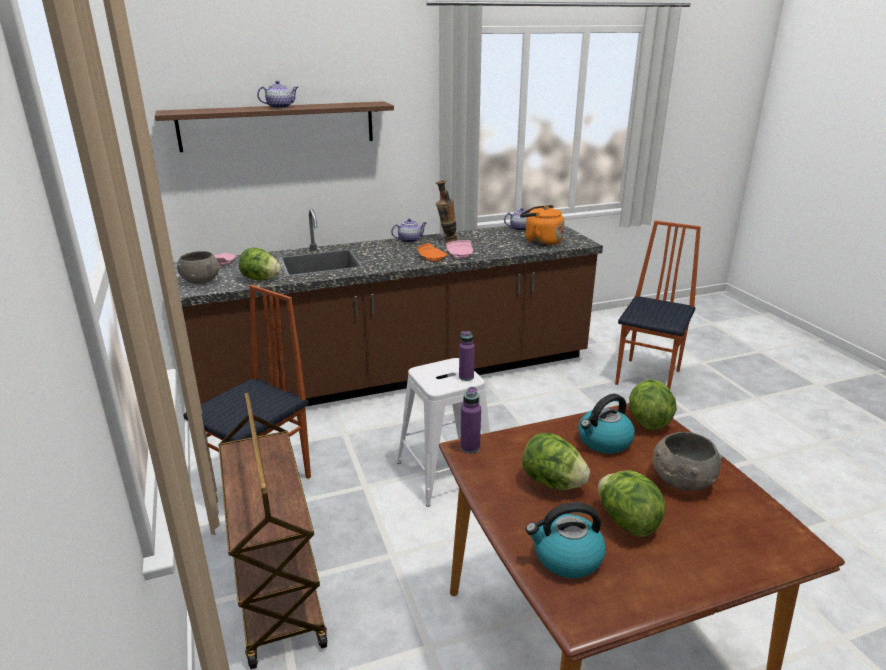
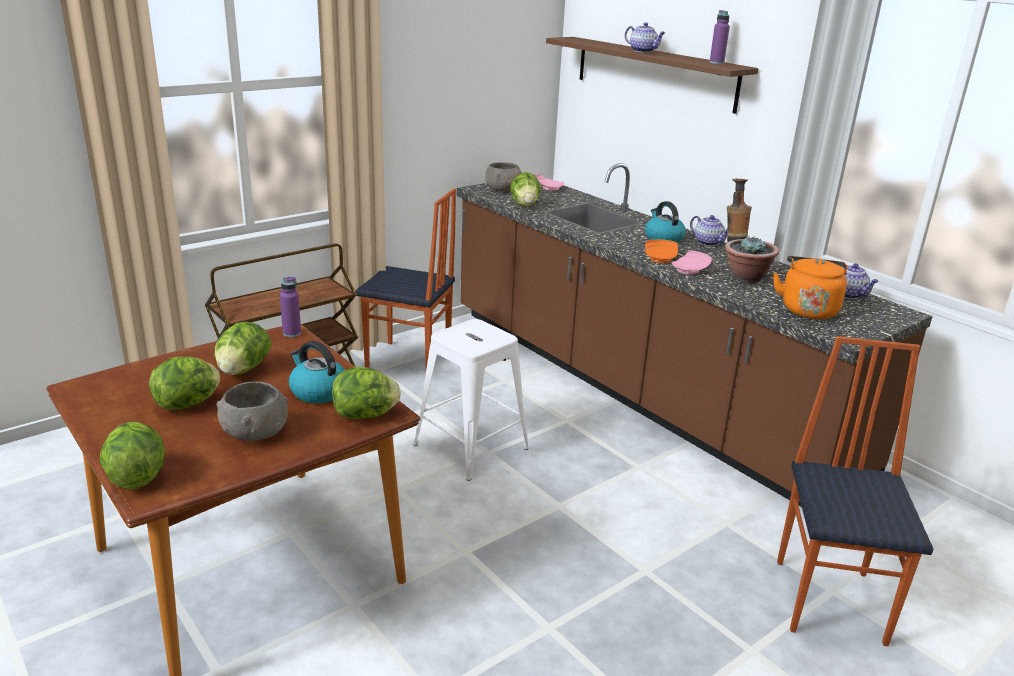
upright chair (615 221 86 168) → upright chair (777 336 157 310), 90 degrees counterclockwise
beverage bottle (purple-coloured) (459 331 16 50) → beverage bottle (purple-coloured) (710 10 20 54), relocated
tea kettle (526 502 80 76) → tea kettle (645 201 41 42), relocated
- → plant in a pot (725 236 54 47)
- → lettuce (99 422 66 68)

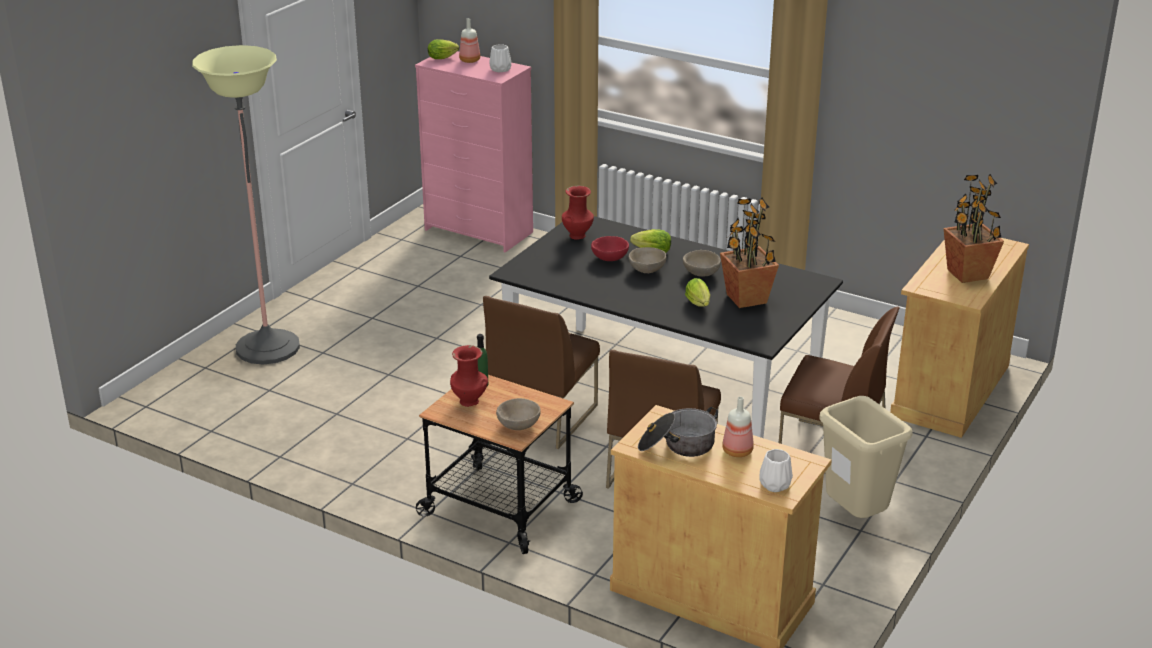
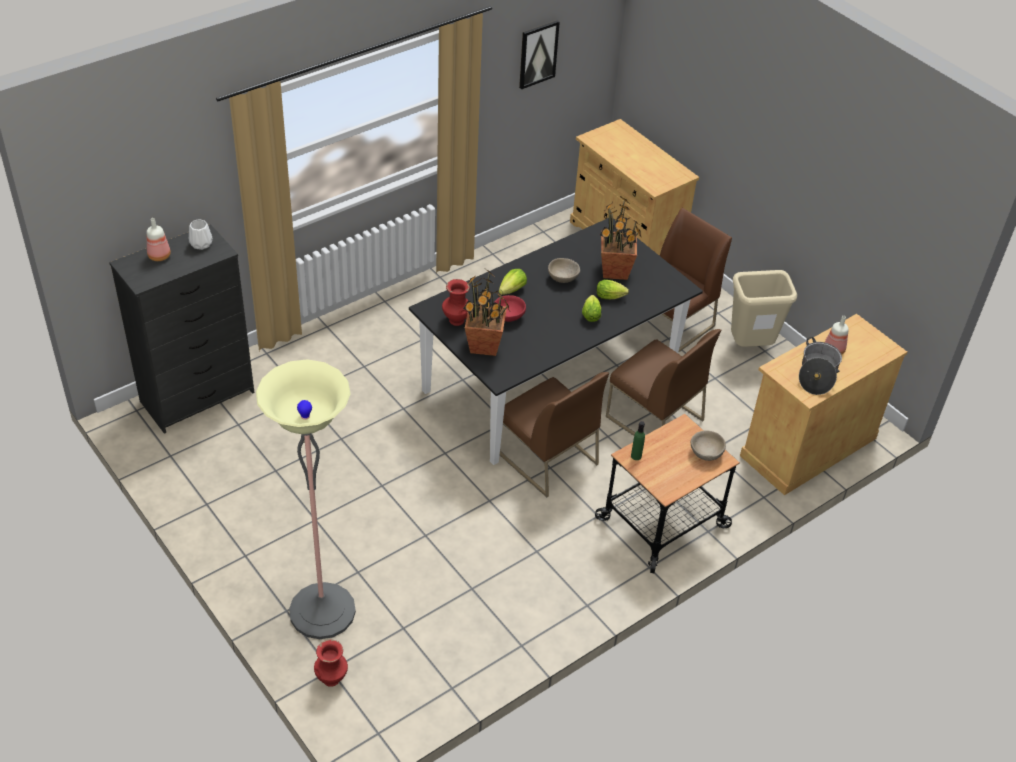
lettuce (428 39 31 20) → lettuce (582 295 19 27), relocated
chest of drawers (pink) (415 51 118 201) → chest of drawers (black) (109 224 145 210)
plant in a pot (944 174 60 109) → plant in a pot (463 270 47 86), relocated
bowl (sand-coloured) (629 247 38 26) → -
vase (red) (450 345 38 62) → vase (red) (314 640 34 47), relocated
vase (whitish) (760 449 33 43) → -
- → wall picture (519 20 41 69)

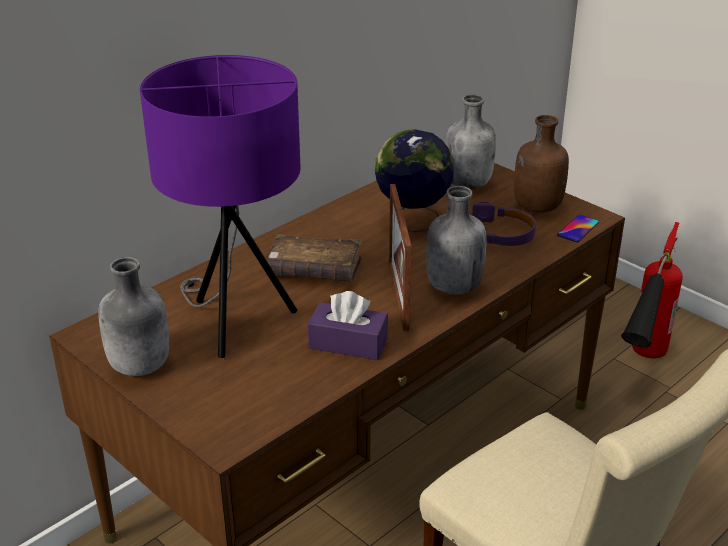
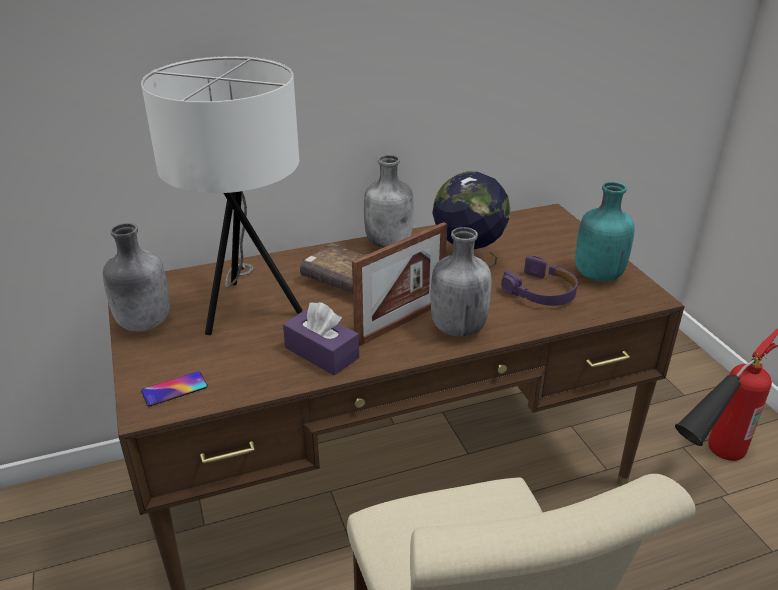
tabletop lamp (purple-coloured) (140 55 161 303) → tabletop lamp (whitish) (141 56 162 279)
beverage bottle (gray) (445 94 51 95) → beverage bottle (gray) (364 155 50 93), relocated
beverage bottle (brownish) (514 115 55 98) → beverage bottle (blue-green) (575 182 60 99)
picture frame (389 184 23 147) → picture frame (352 222 95 124), 150 degrees counterclockwise
handset (557 215 42 27) → handset (141 371 67 36), relocated

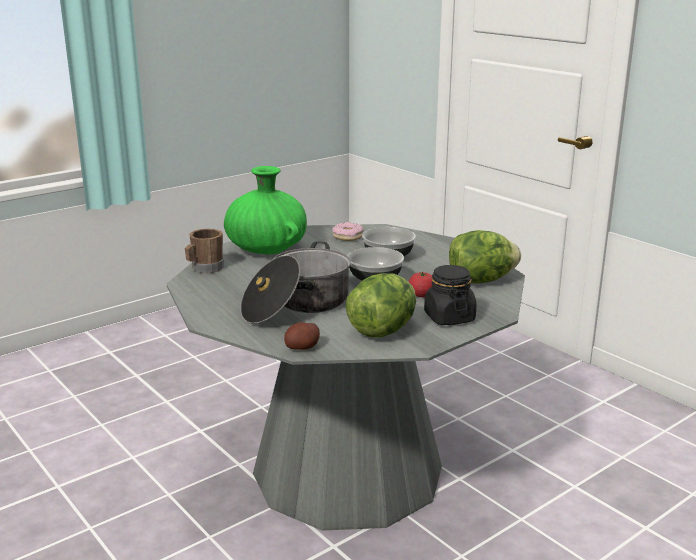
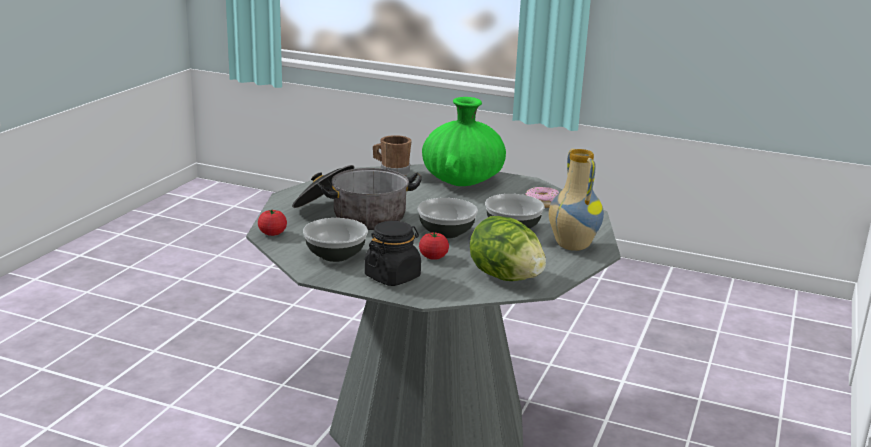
lettuce (346 273 70 64) → bowl (303 218 65 44)
potato (284 322 36 28) → whole tomato (258 209 29 27)
- → vase (549 149 55 102)

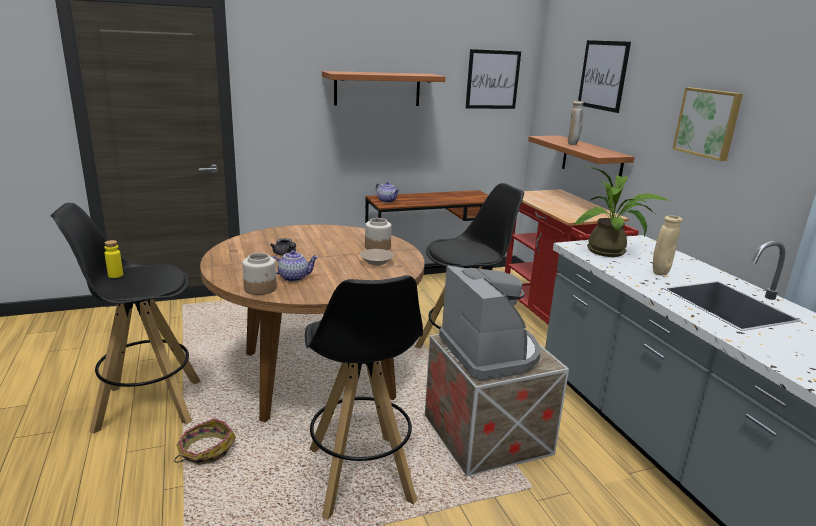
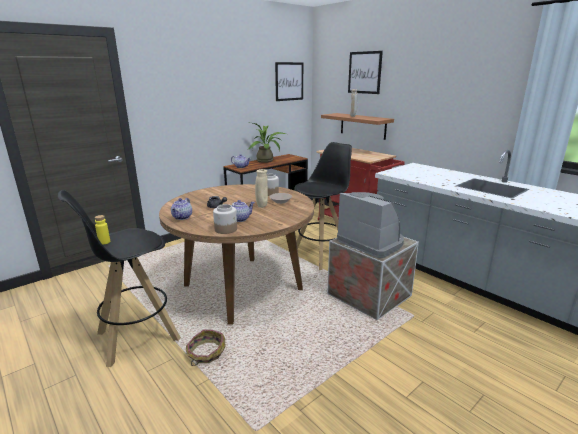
shelf (322 71 124 35) → -
wall picture (673 87 70 74) → -
plant in a pot (574 166 96 91) → plant in a pot (249 123 37 40), relocated
vase (sand-coloured) (653 215 30 61) → vase (sand-coloured) (255 169 13 39), relocated
sitting stool (black) (305 275 118 245) → -
- → tea pot (171 198 21 22)

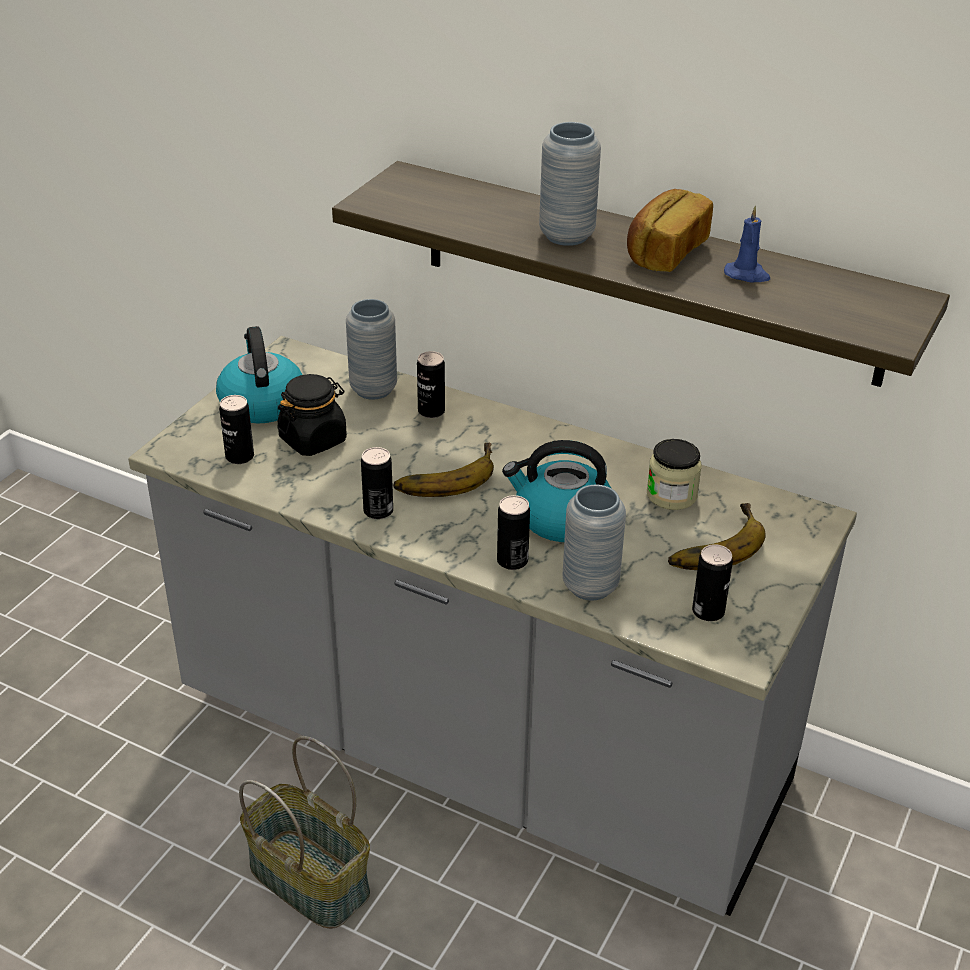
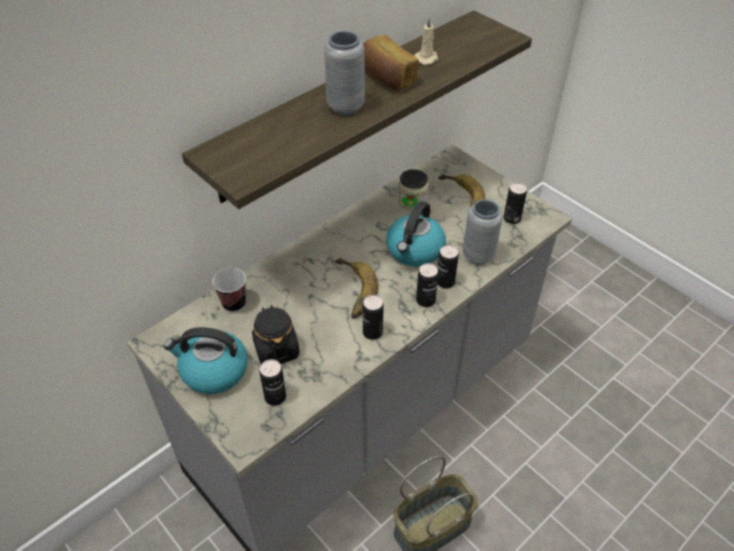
wax candle (blue) (724 205 46 78) → wax candle (sand-coloured) (414 17 25 48)
vase (gray) (346 299 51 101) → cup (212 268 34 44)
metal can (417 351 28 67) → metal can (416 263 22 44), relocated

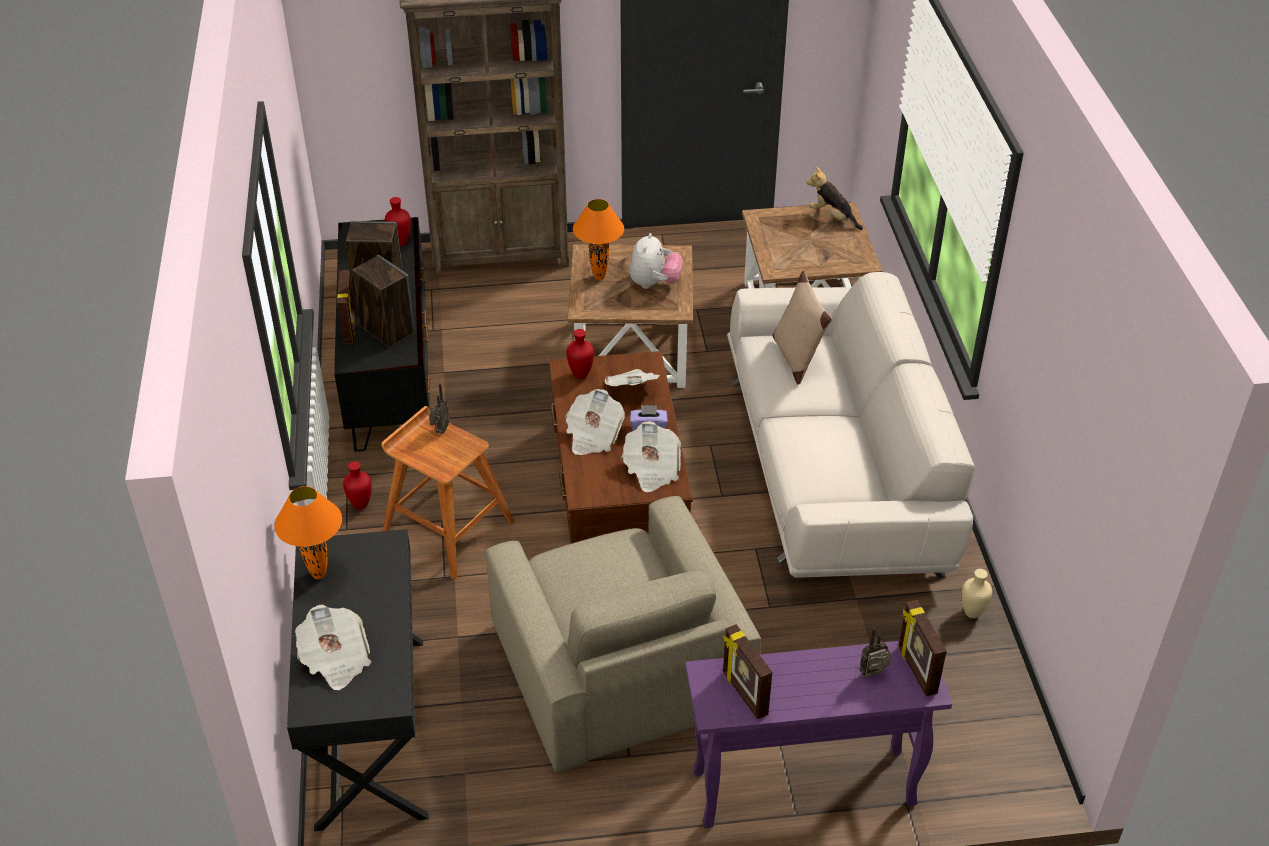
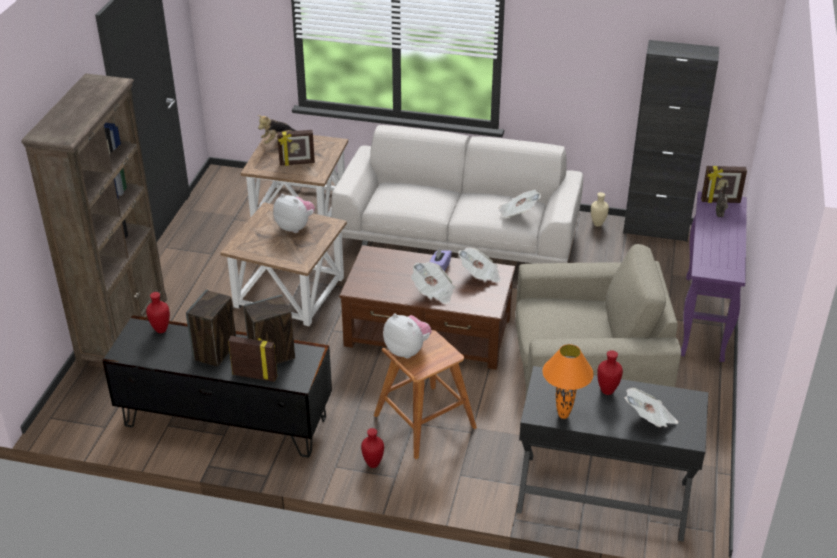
tabletop lamp (orange-coloured) (573 199 51 81) → -
throw pillow (sand-coloured) (773 271 59 114) → -
vase (red) (566 329 28 50) → vase (red) (597 350 26 45), relocated
newspaper (605 369 55 17) → newspaper (498 190 43 28), relocated
radio receiver (429 383 20 51) → plush toy (383 314 49 44)
picture frame (723 624 49 95) → picture frame (277 130 38 36), relocated
- → storage cabinet (black) (623 40 96 202)

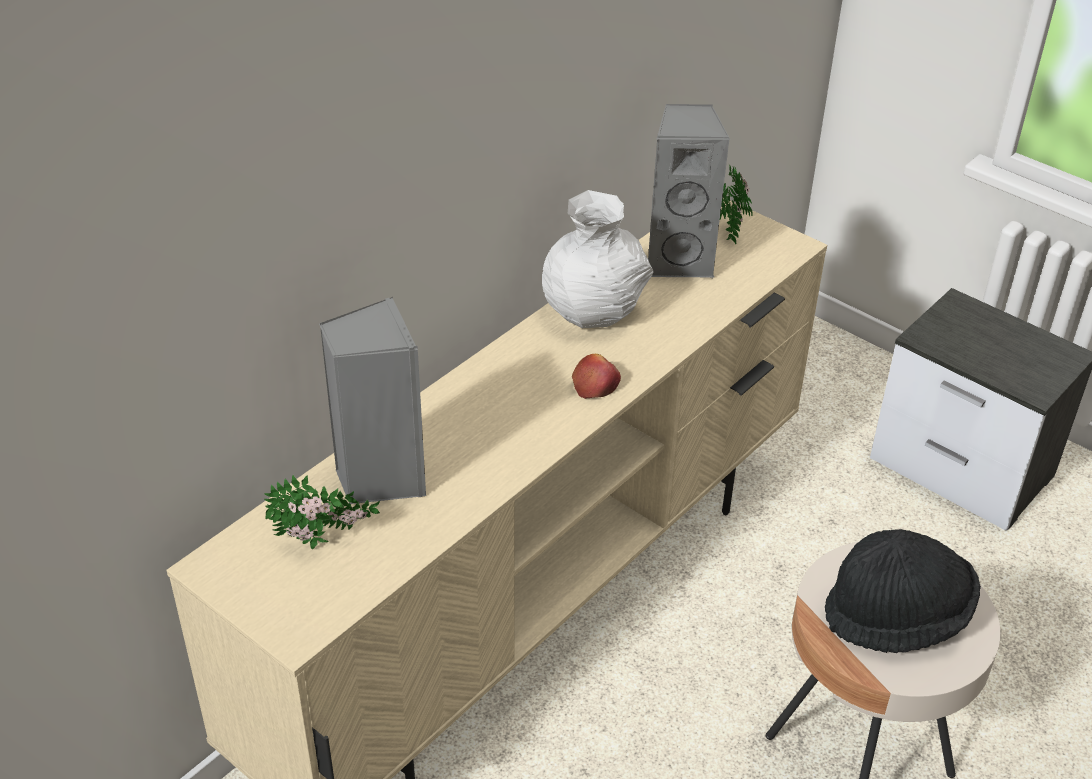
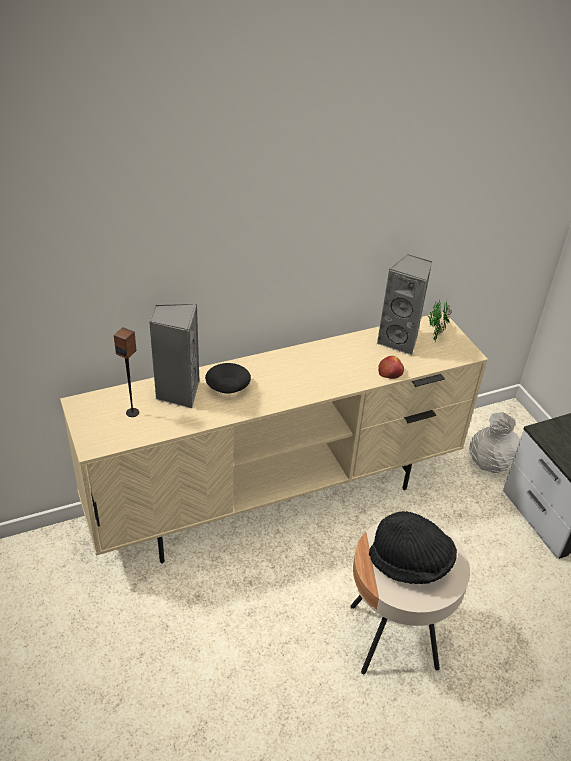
vase (whitish) (542 190 111 138) → vase (whitish) (469 412 51 61), relocated
apple fruit (572 354 49 45) → apple fruit (378 356 26 23), relocated
plant in a pot (264 475 116 74) → loudspeaker (114 327 25 90)
- → bowl (black) (205 363 46 31)

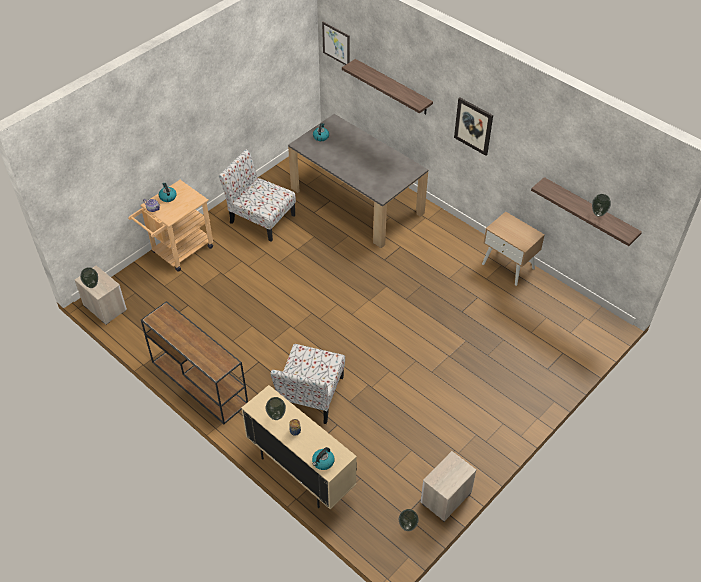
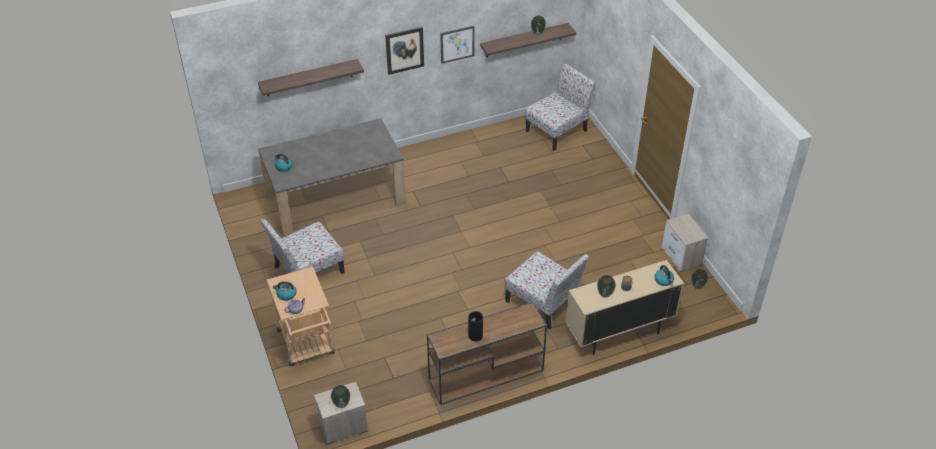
wall picture (322 22 28 43) → wall picture (440 26 35 38), relocated
nightstand (sand-coloured) (482 211 63 75) → -
- → upright chair (525 63 71 88)
- → vase (468 311 15 30)

